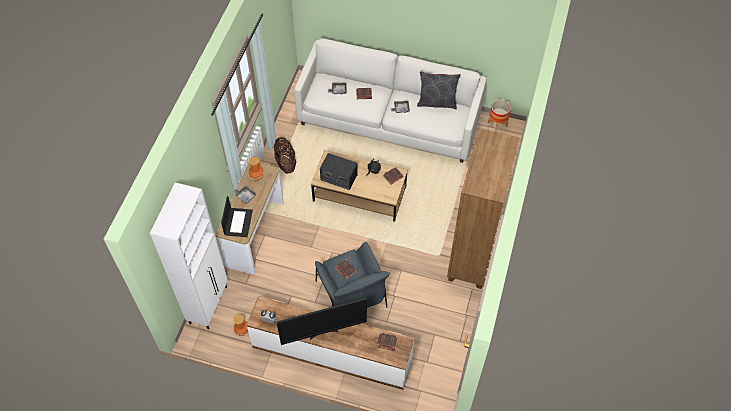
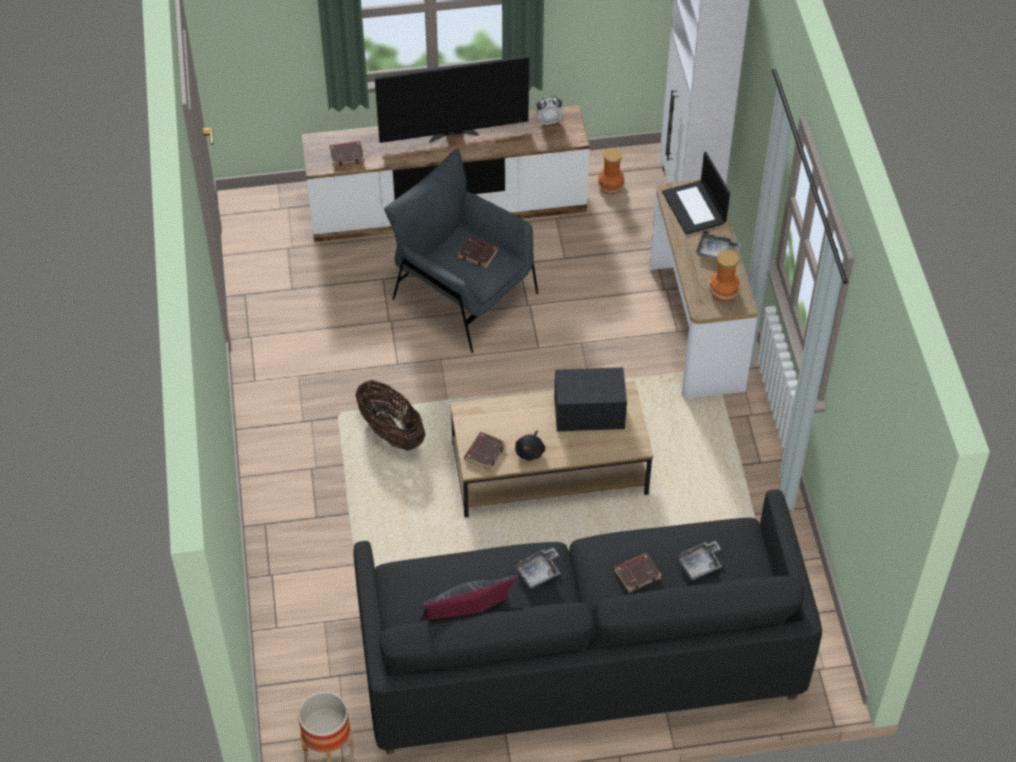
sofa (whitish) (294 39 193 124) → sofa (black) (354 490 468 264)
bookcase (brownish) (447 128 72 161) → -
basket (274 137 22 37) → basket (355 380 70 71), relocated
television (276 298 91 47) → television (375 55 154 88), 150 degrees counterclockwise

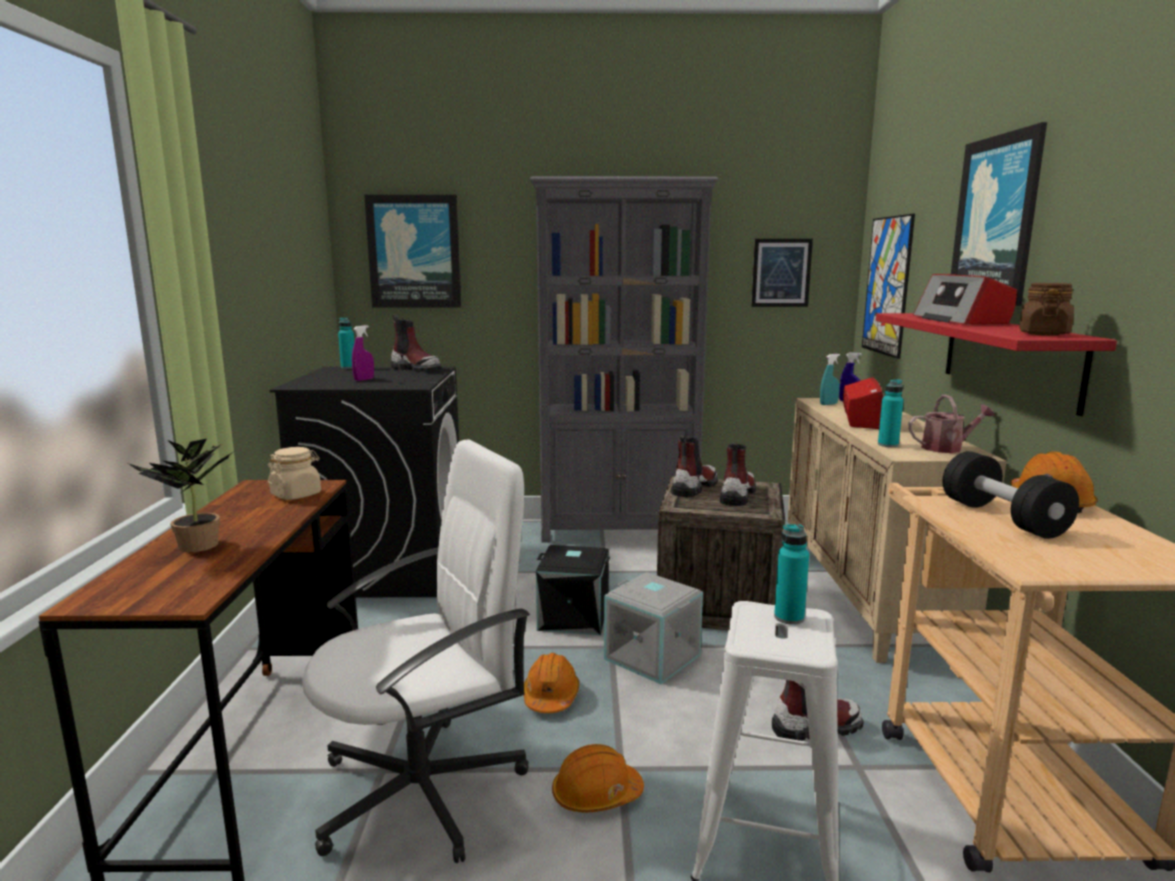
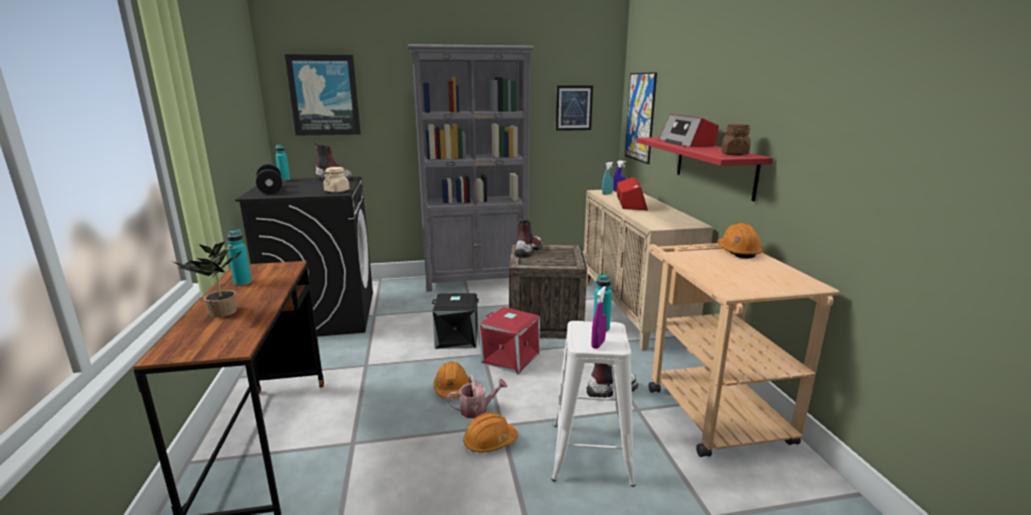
wall picture (951 122 96 184) → -
hand sprayer (purple-coloured) (352 325 22 56) → hand sprayer (purple-coloured) (591 286 16 63), relocated
beverage bottle (blue-green) (878 379 25 68) → beverage bottle (blue-green) (227 229 25 57), relocated
sprinkling can (908 395 87 58) → sprinkling can (447 375 61 44), relocated
office chair (whitish) (302 439 228 424) → -
boot (720 442 36 64) → -
preserve jar (sand-coloured) (268 447 53 53) → preserve jar (sand-coloured) (323 167 27 25), relocated
free weight (black) (943 451 136 88) → free weight (black) (256 164 26 30), relocated
storage bin (gray) (604 572 99 112) → storage bin (red) (480 307 60 67)

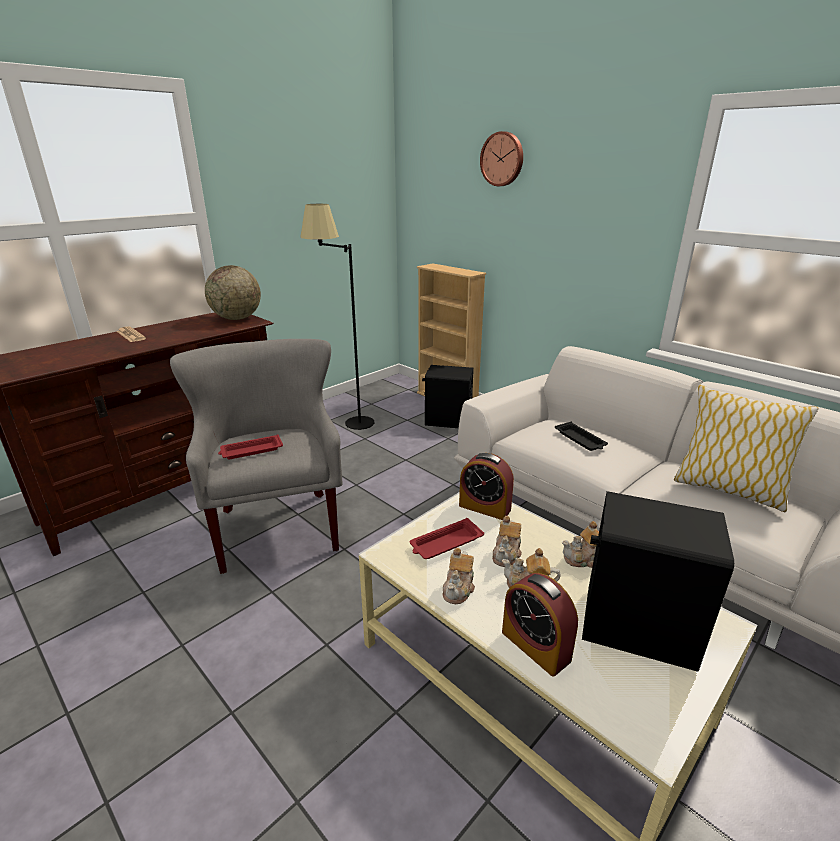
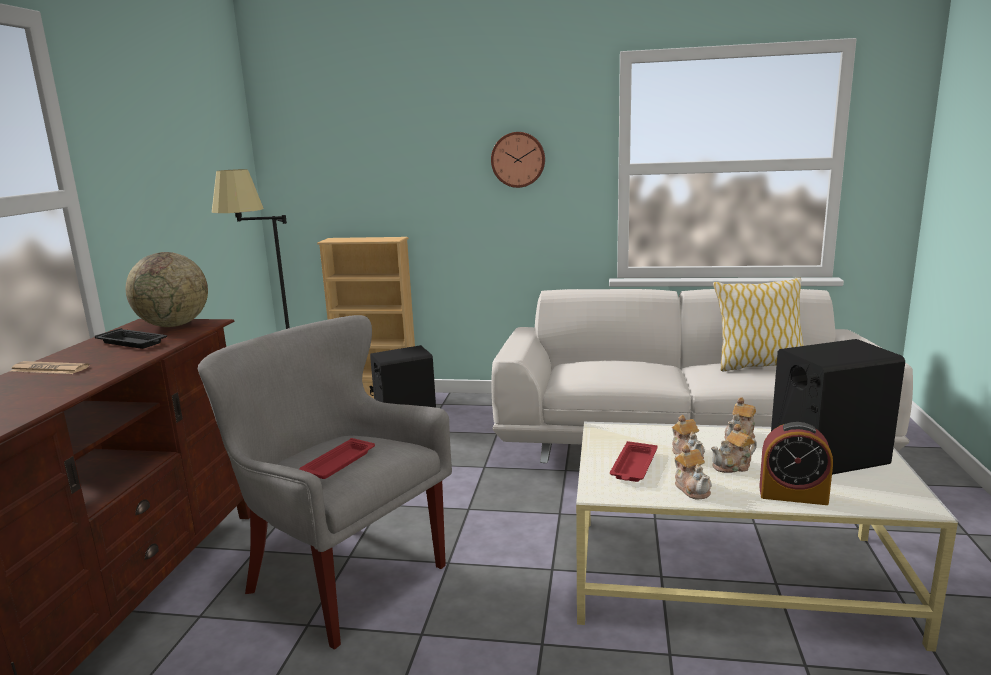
clock on the wall (480 131 43 55) → clock on the wall (491 132 54 56), relocated
serving tray (black) (555 422 53 29) → serving tray (black) (95 328 72 21), relocated
alarm clock (459 453 55 67) → -

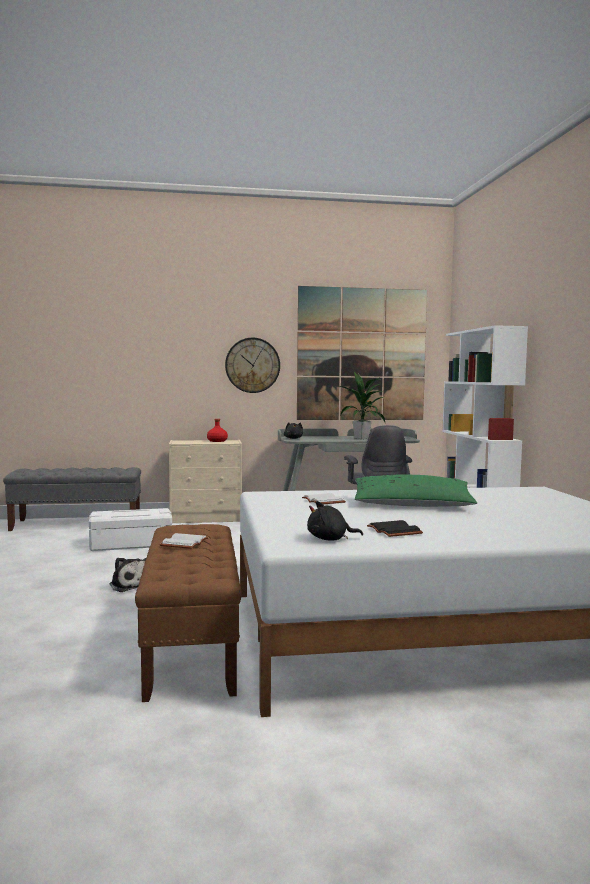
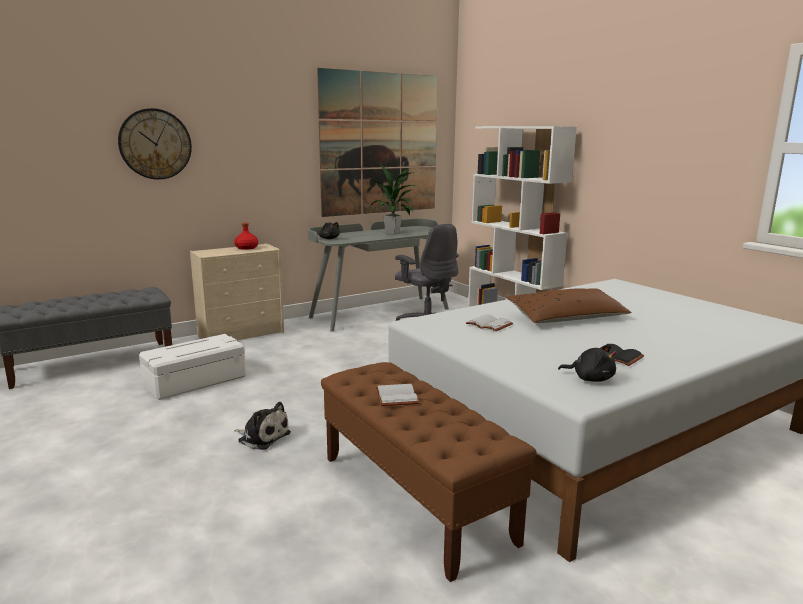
clock on the wall (225 338 55 55) → clock on the wall (118 108 74 72), relocated
throw pillow (green-coloured) (355 474 122 33) → throw pillow (brownish) (506 288 126 35)
plush toy (black) (307 501 56 39) → plush toy (black) (558 345 58 37), 120 degrees counterclockwise

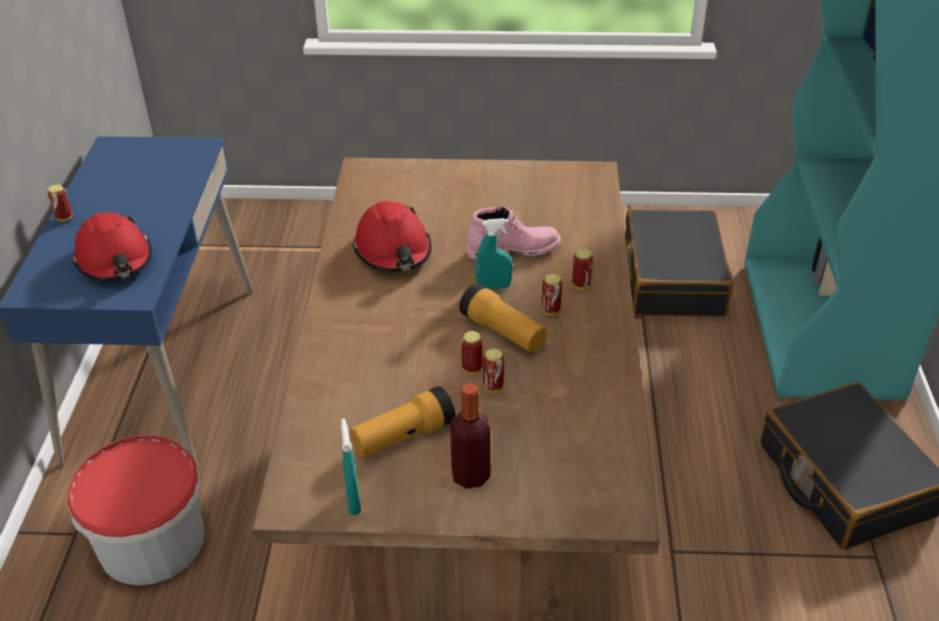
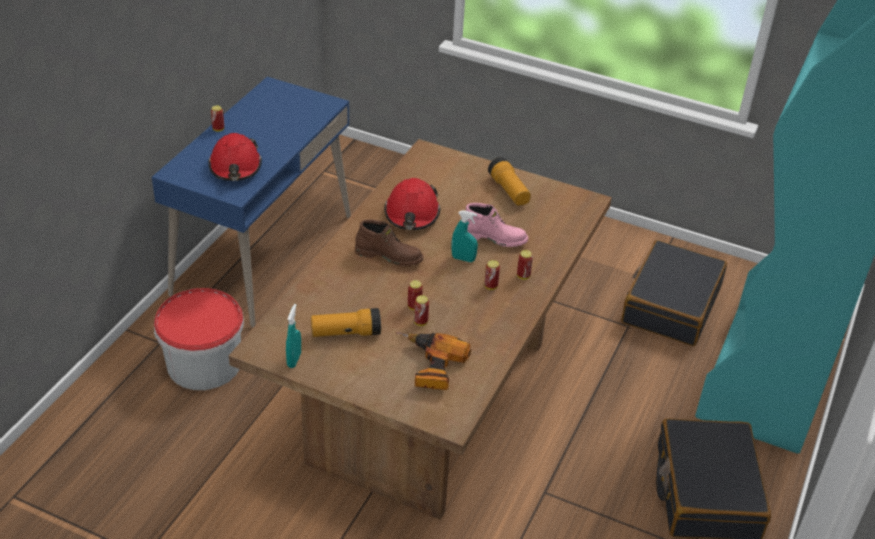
flashlight (459 283 88 70) → flashlight (488 157 43 49), relocated
beverage bottle (450 383 41 106) → -
- → boot (brownish) (355 220 68 46)
- → electric drill (396 332 75 58)

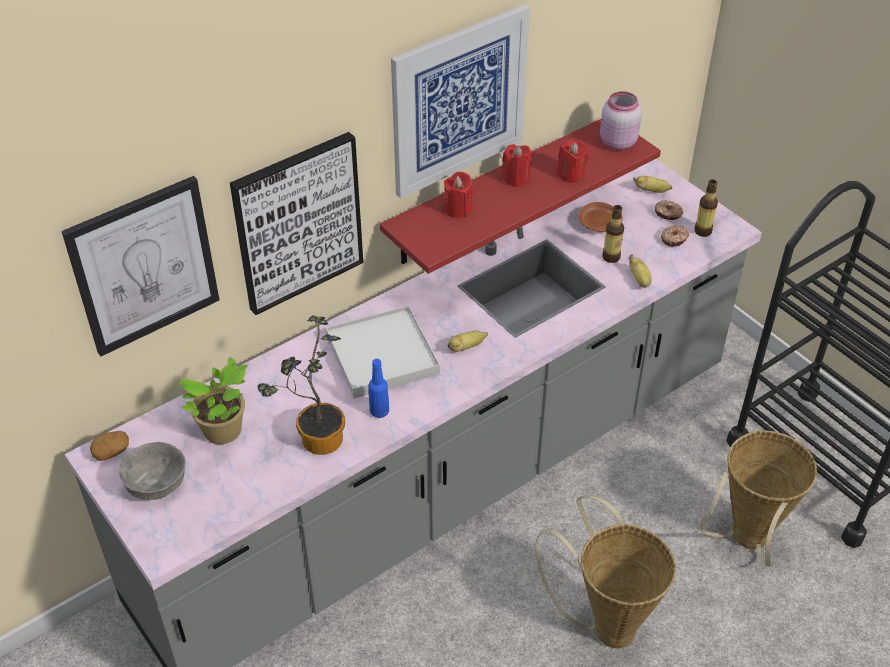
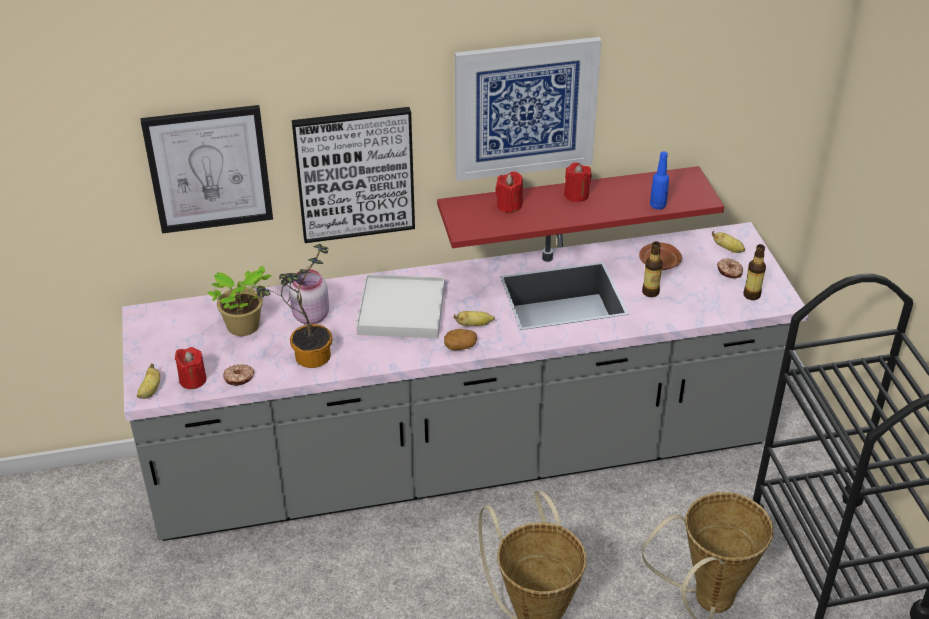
preserve jar (pink) (600 91 42 59) → preserve jar (pink) (289 269 40 55), relocated
wax candle (red) (557 140 32 43) → wax candle (red) (175 347 32 42), relocated
donut (661 225 28 22) → donut (223 364 31 22), relocated
banana fruit (629 254 23 34) → banana fruit (136 363 24 36), relocated
beverage bottle (blue) (368 359 21 59) → beverage bottle (blue) (650 151 19 59), relocated
potato (90 431 39 30) → potato (444 329 33 21), relocated
bowl (gray) (119 442 67 58) → -

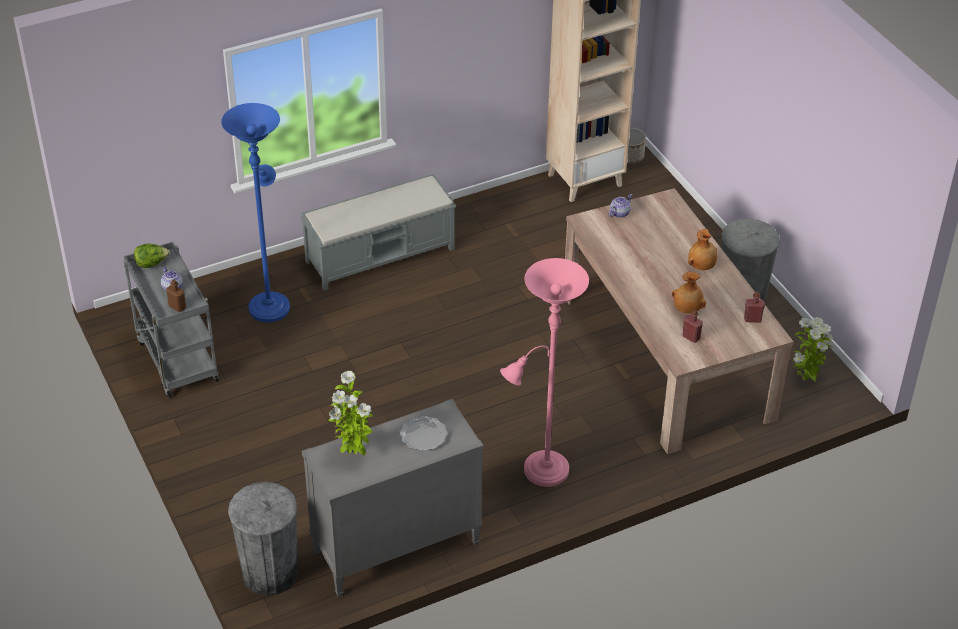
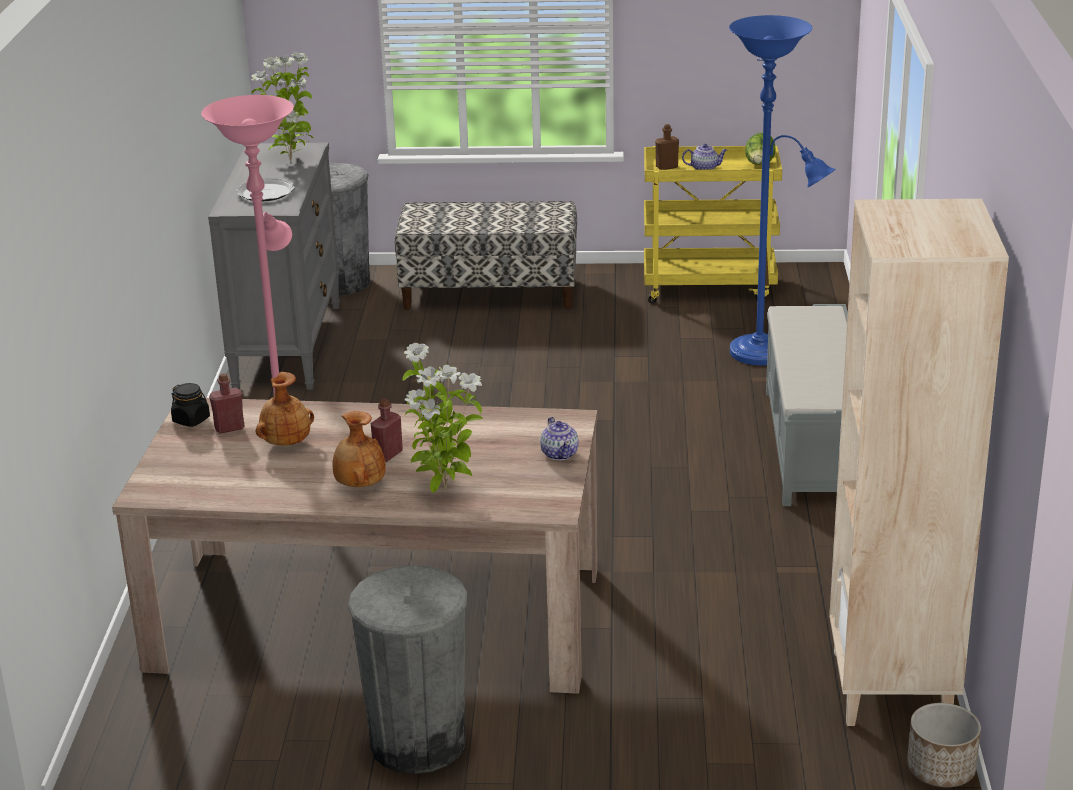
wheeled cart (gray) (124 242 95 156) → wheeled cart (yellow) (644 146 138 157)
beverage bottle (red) (744 292 21 31) → beverage bottle (red) (371 399 32 63), relocated
plant in a pot (793 317 40 65) → plant in a pot (403 343 80 150), relocated
- → indoor bench (395 201 182 109)
- → preserve jar (black) (171 383 39 44)

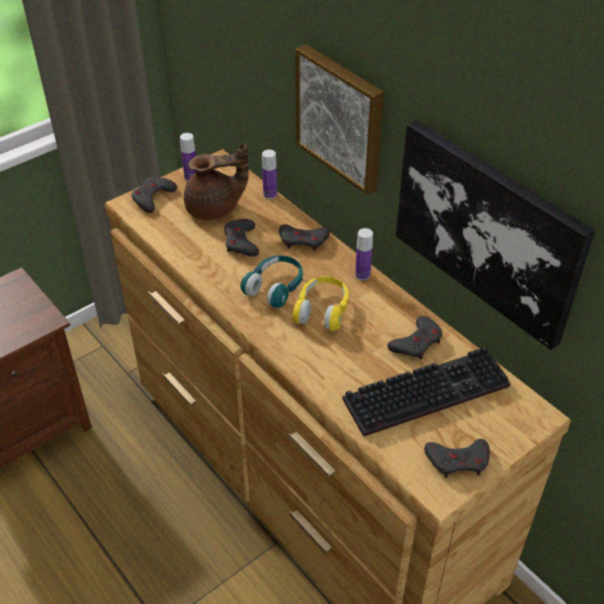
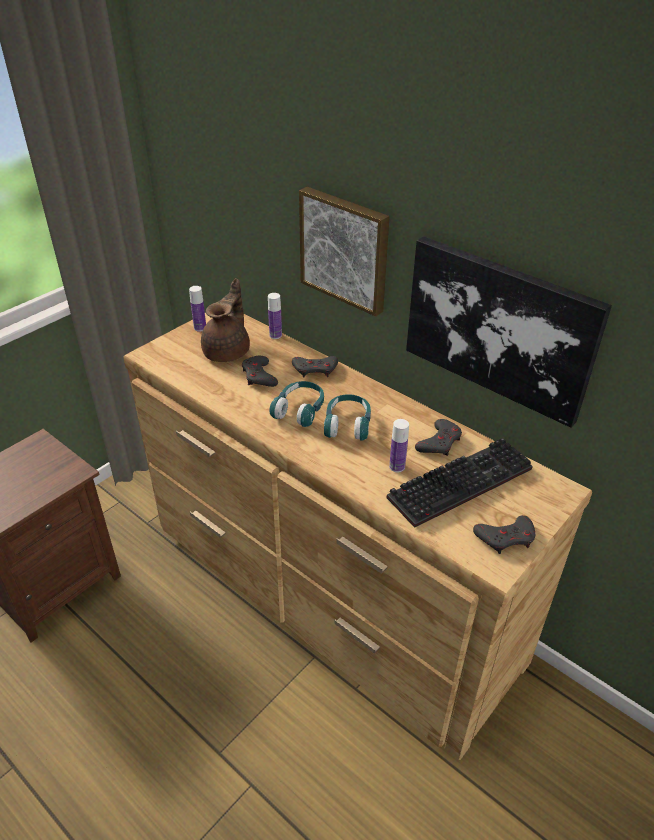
tea pot (brownish) (184 143 65 77) → tea pot (brownish) (201 278 49 84), 45 degrees counterclockwise
gamepad (gray) (131 177 46 36) → -
beverage bottle (355 228 18 52) → beverage bottle (389 419 20 53), relocated
headphones (yellow) (292 276 57 55) → headphones (blue-green) (324 394 47 47)

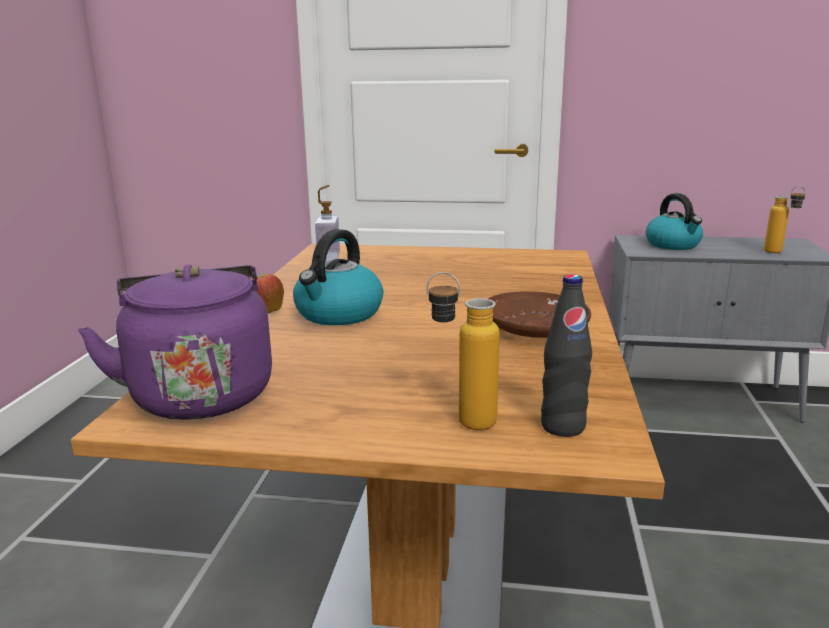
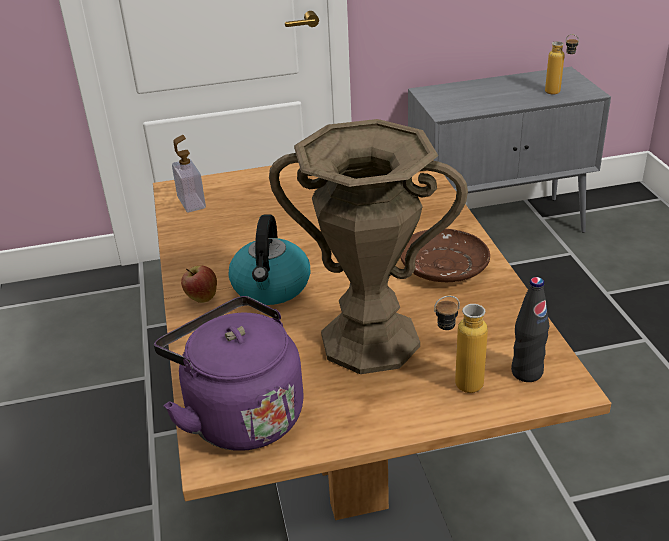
tea kettle (646 193 57 57) → -
- → vase (brownish) (269 119 199 255)

